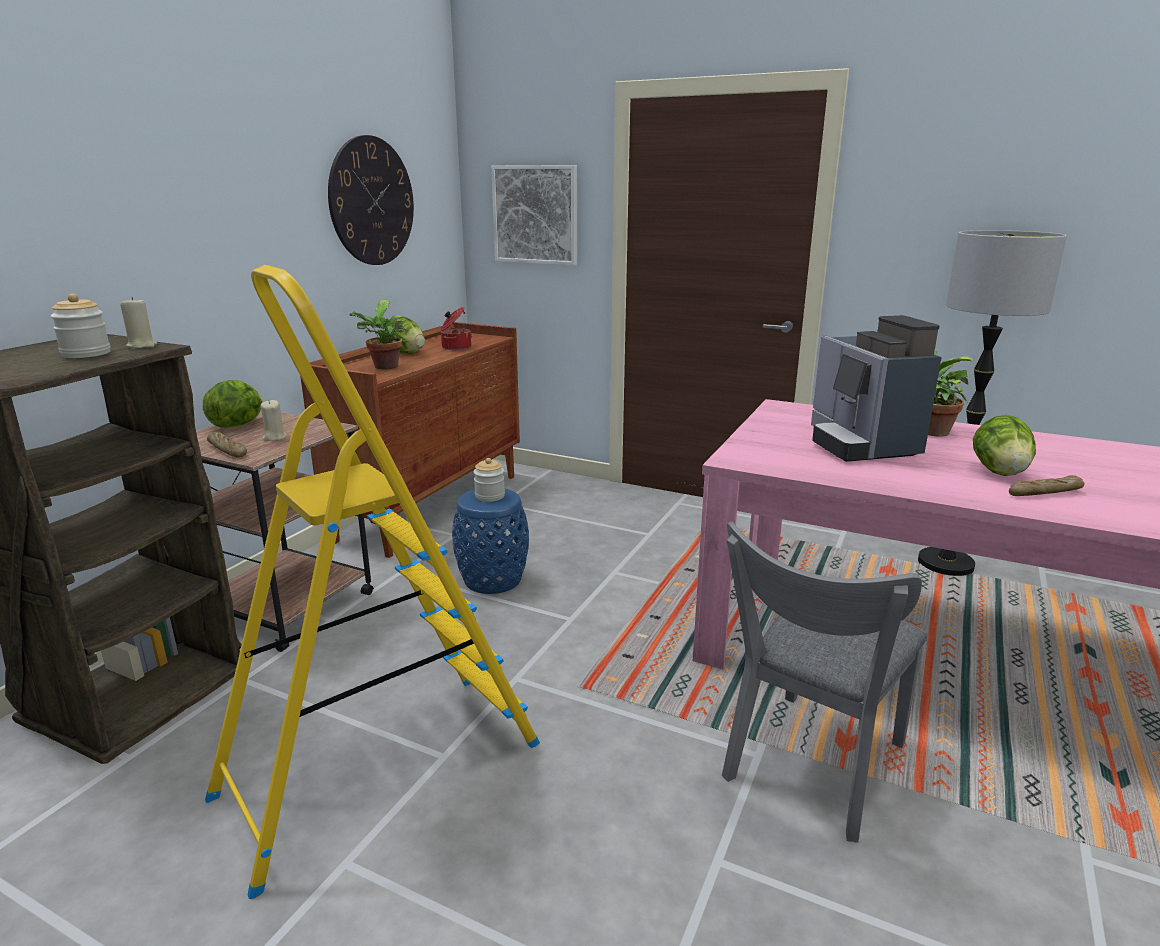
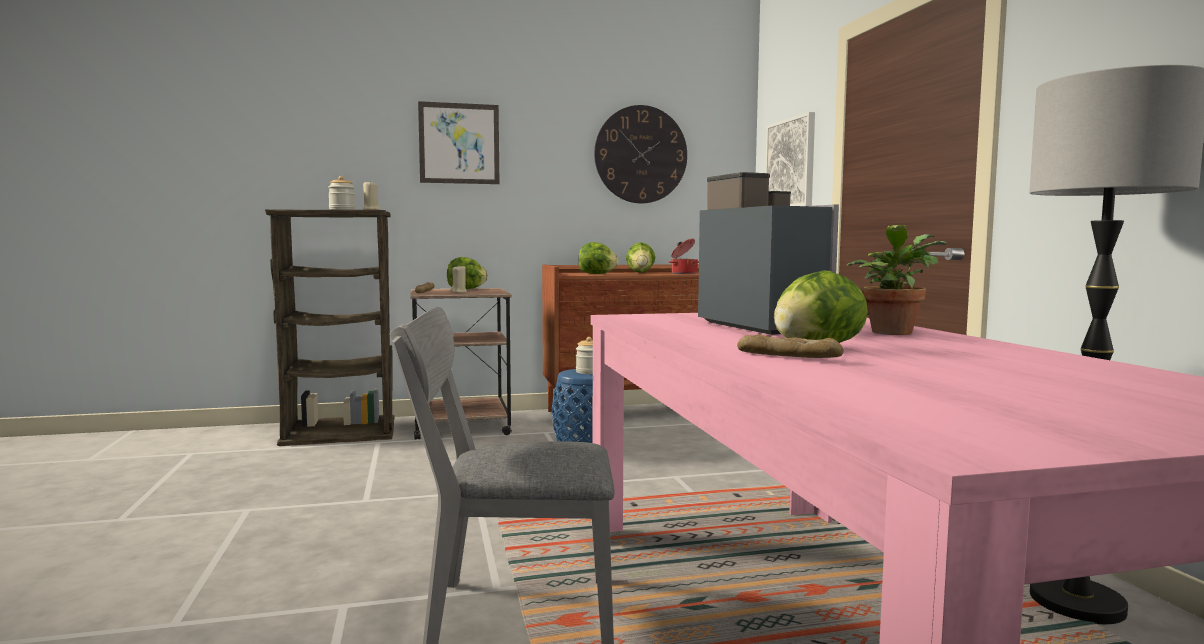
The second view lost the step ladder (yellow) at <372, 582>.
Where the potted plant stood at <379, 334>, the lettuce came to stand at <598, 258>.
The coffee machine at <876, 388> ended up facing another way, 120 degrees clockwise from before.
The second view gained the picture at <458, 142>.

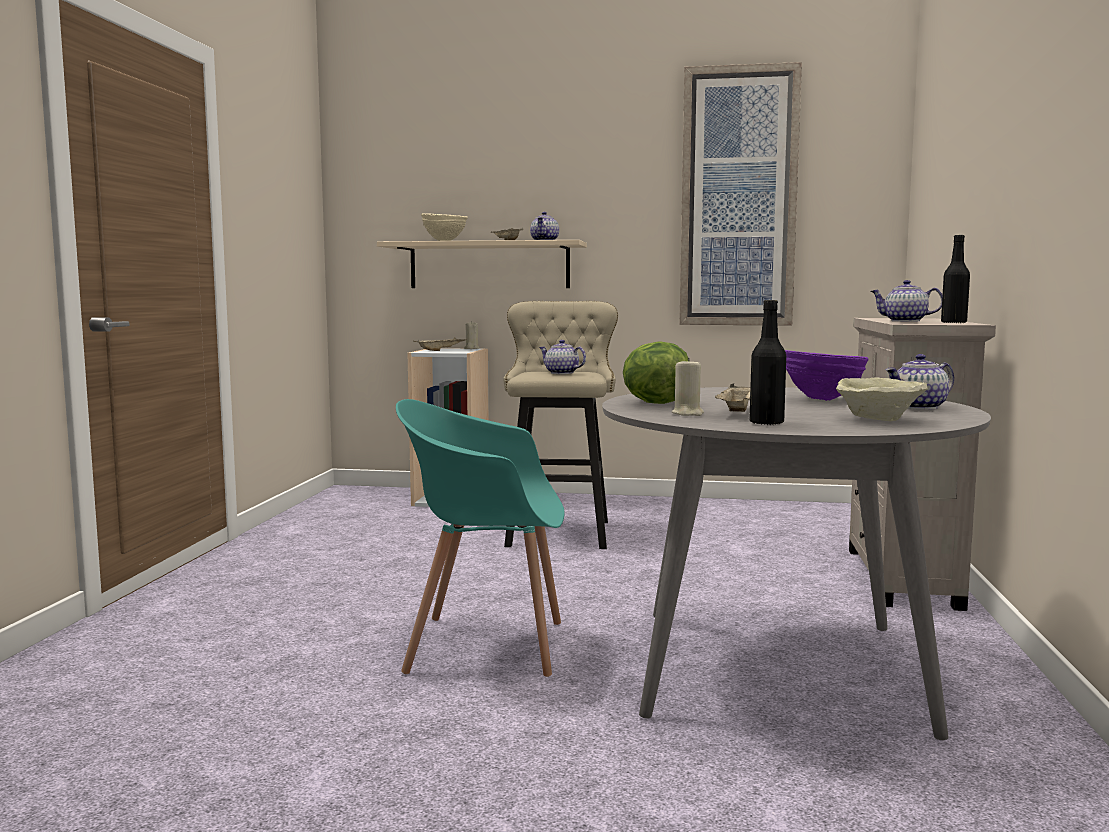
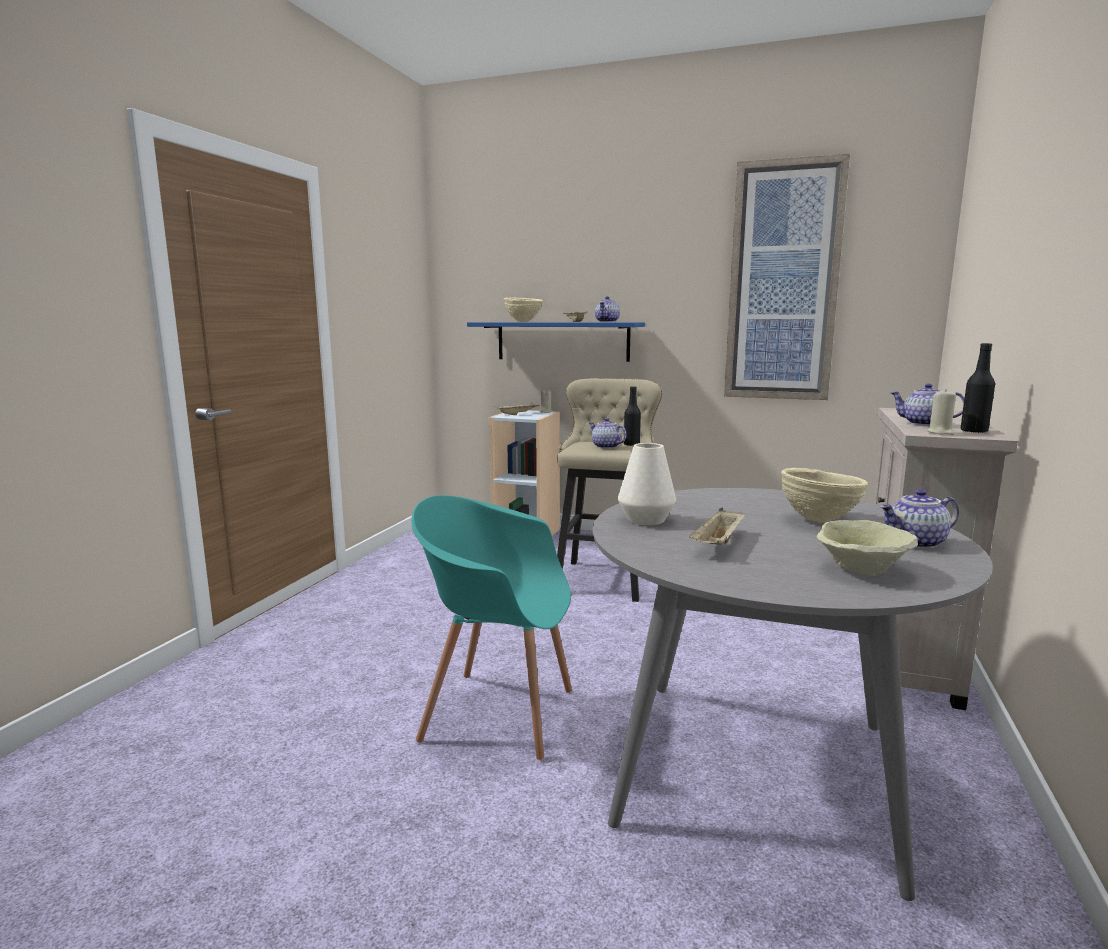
What was the shelf (beige) at <482, 264> turned into the shelf (blue) at <556, 342>.
Where the lettuce stood at <656, 372>, the vase (white) came to stand at <647, 484>.
The candle (beige) ended up elsewhere, having gone from <688, 387> to <941, 412>.
The bottle (black) ended up elsewhere, having gone from <767, 363> to <632, 416>.
What was the bowl (purple) at <827, 375> turned into the bowl (beige) at <824, 495>.

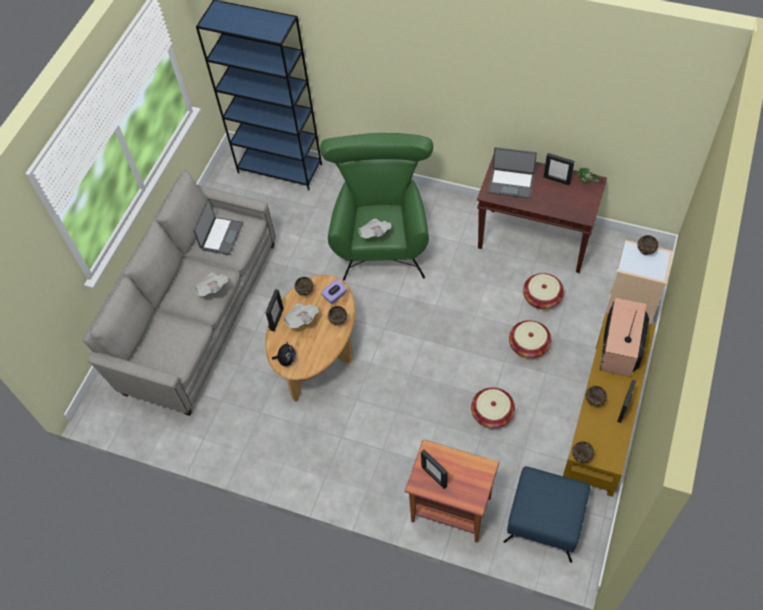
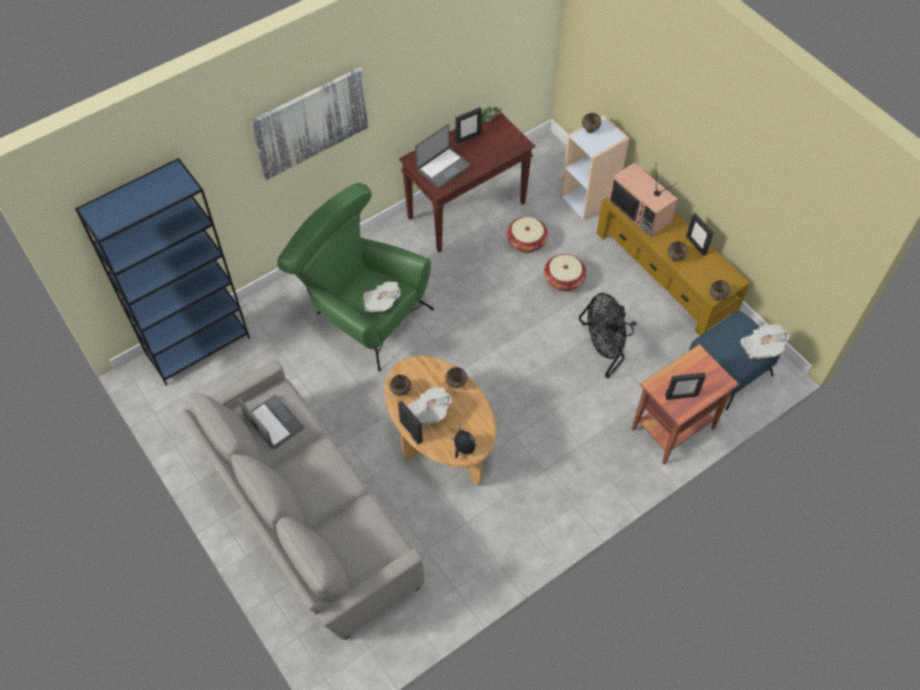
The newspaper ended up elsewhere, having gone from <211, 284> to <764, 341>.
The second view lost the tissue box (purple) at <334, 291>.
Where the basket stood at <493, 407>, the fan (black) came to stand at <607, 336>.
The second view gained the picture at <309, 123>.

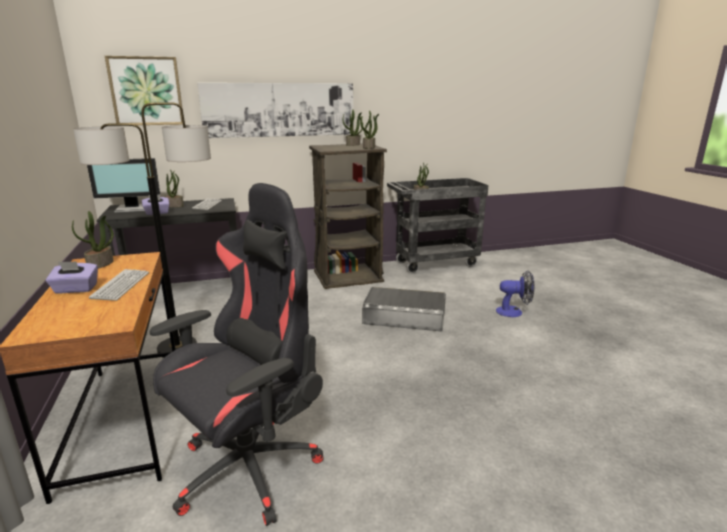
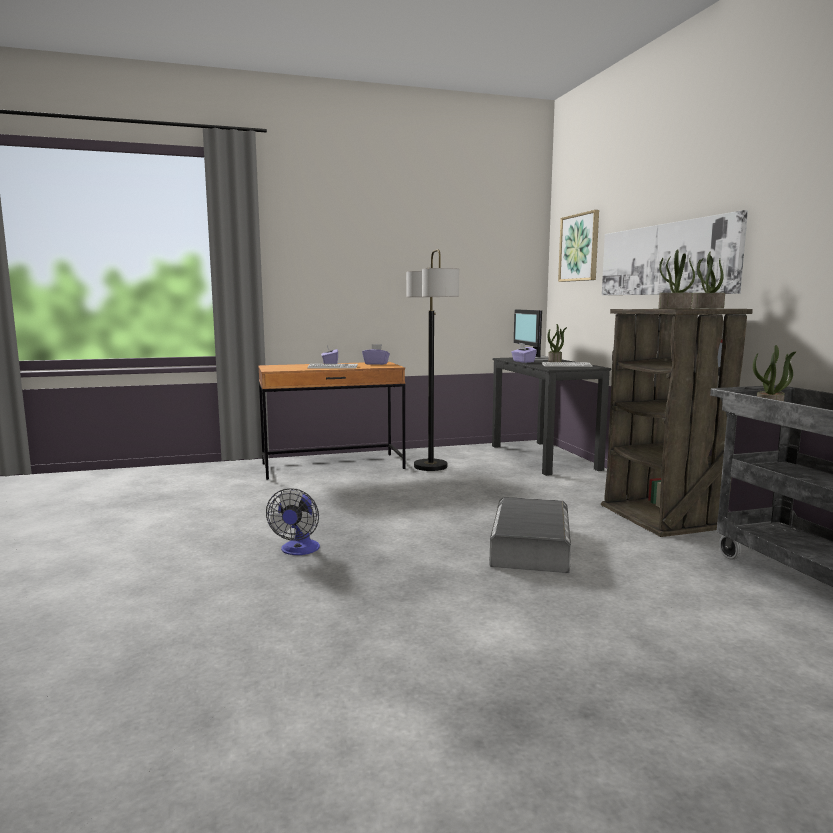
Where the potted plant stood at <93, 240>, the tissue box (purple) came to stand at <376, 354>.
The second view lost the office chair (black) at <237, 354>.
The fan ended up elsewhere, having gone from <515, 294> to <293, 521>.

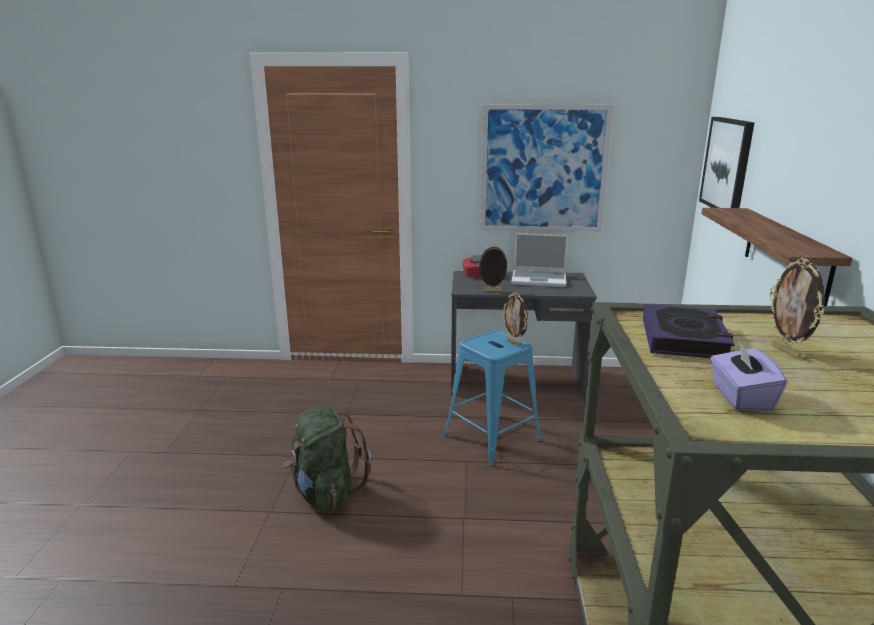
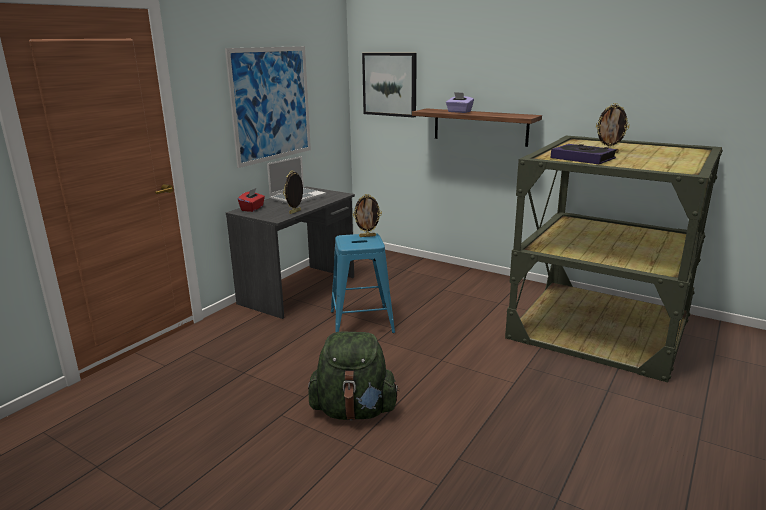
The tissue box (purple) ended up elsewhere, having gone from <749, 376> to <460, 102>.

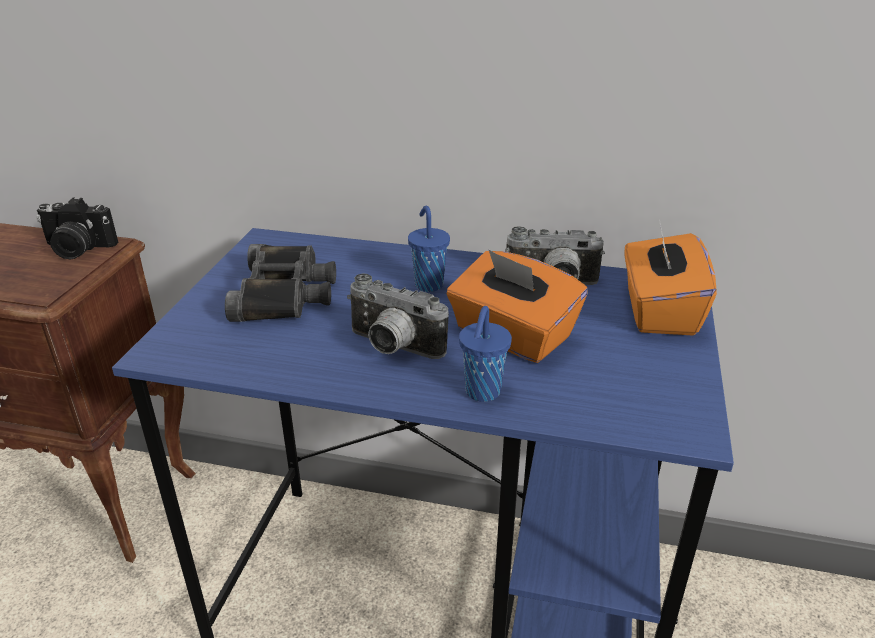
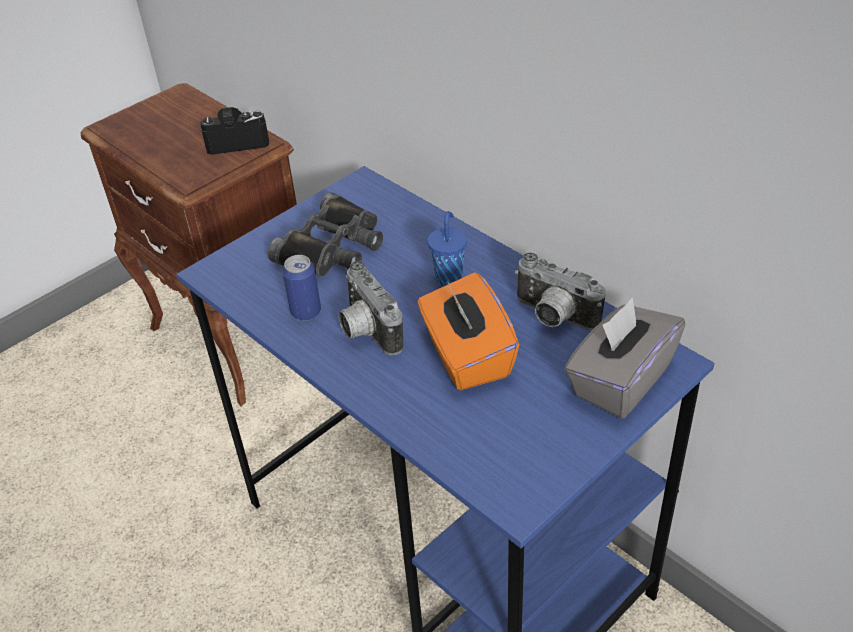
The photo camera at <77, 229> ended up facing another way, 135 degrees clockwise from before.
The second view lost the cup (blue) at <485, 354>.
What was the tissue box (orange) at <670, 277> turned into the tissue box (grey) at <625, 358>.
The second view gained the can at <301, 288>.

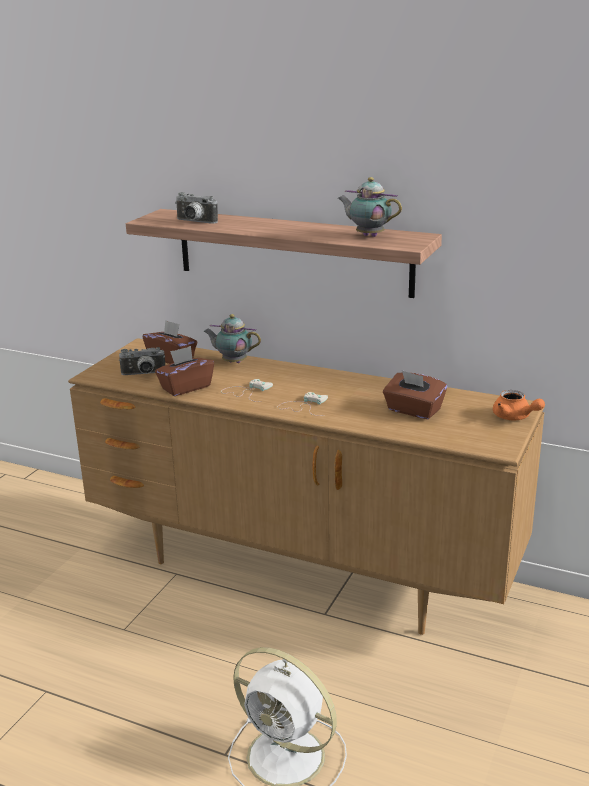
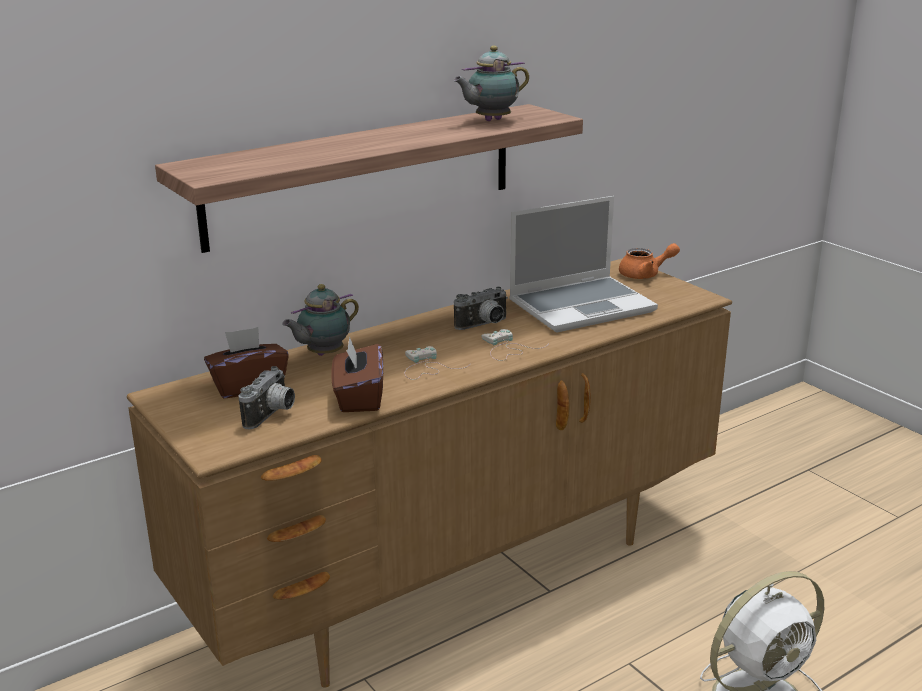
The photo camera ended up elsewhere, having gone from <196, 208> to <481, 308>.
Where the tissue box (brown) stood at <415, 394>, the laptop came to stand at <583, 264>.

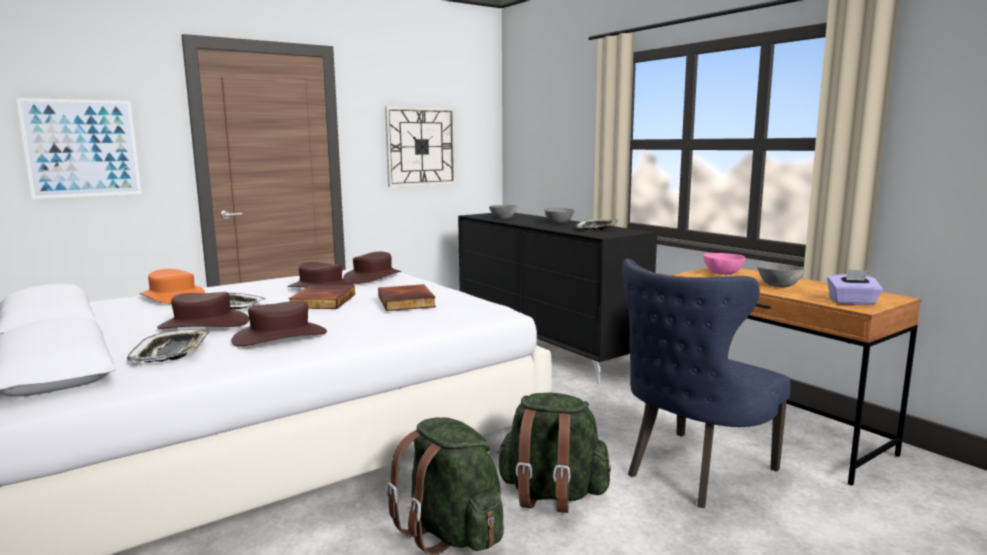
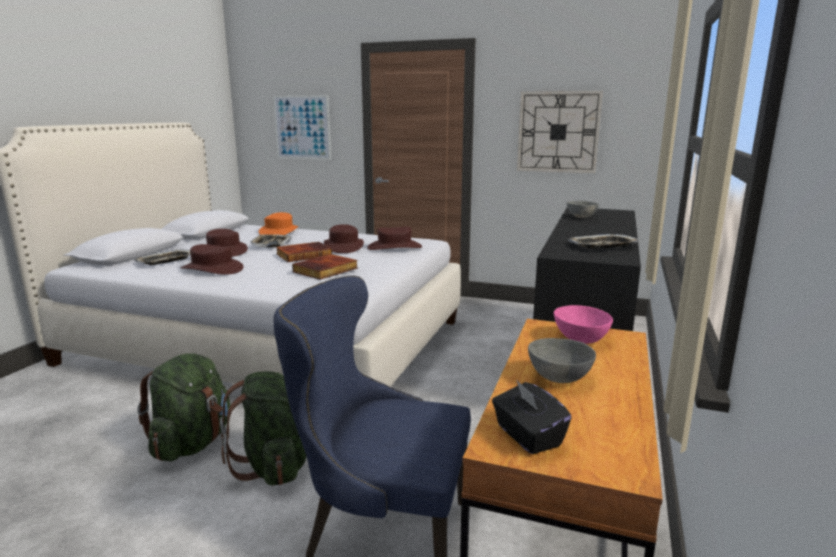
The second view lost the bowl (grey) at <559, 216>.
What was the tissue box (purple) at <855, 287> turned into the tissue box (black) at <532, 416>.

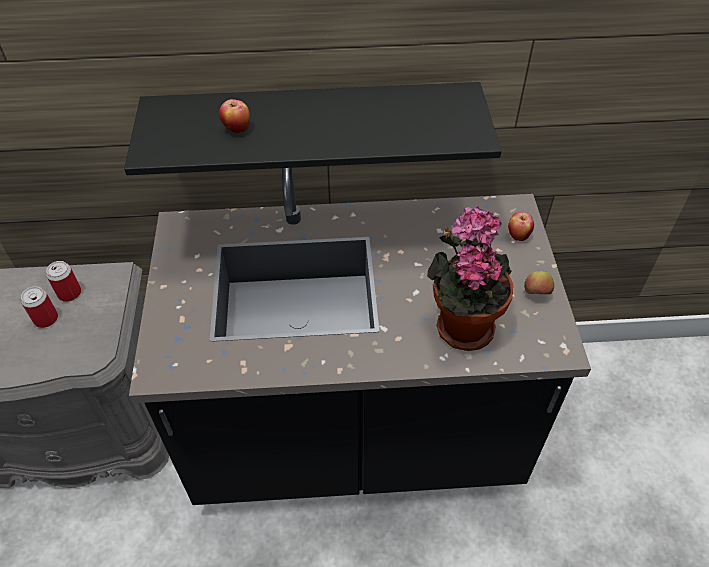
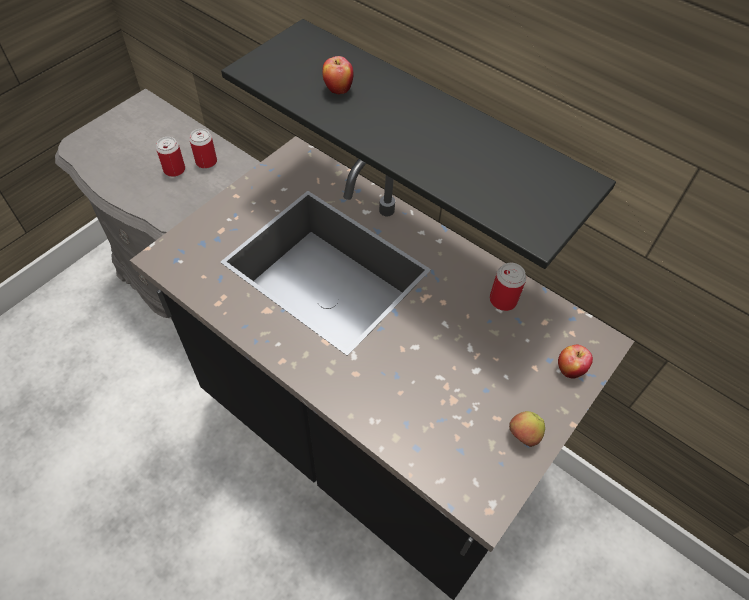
The second view lost the potted plant at <470, 278>.
The second view gained the can at <508, 287>.

